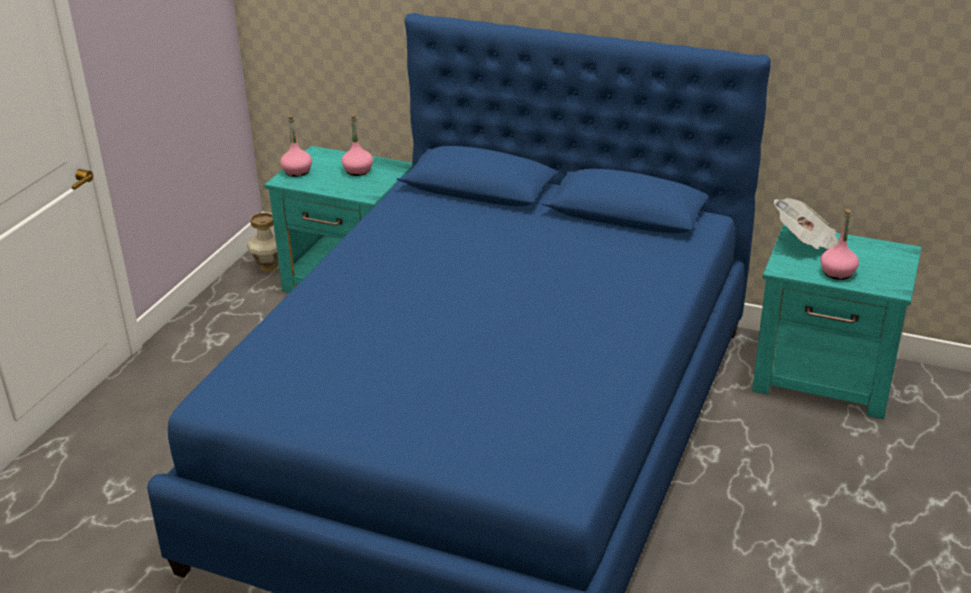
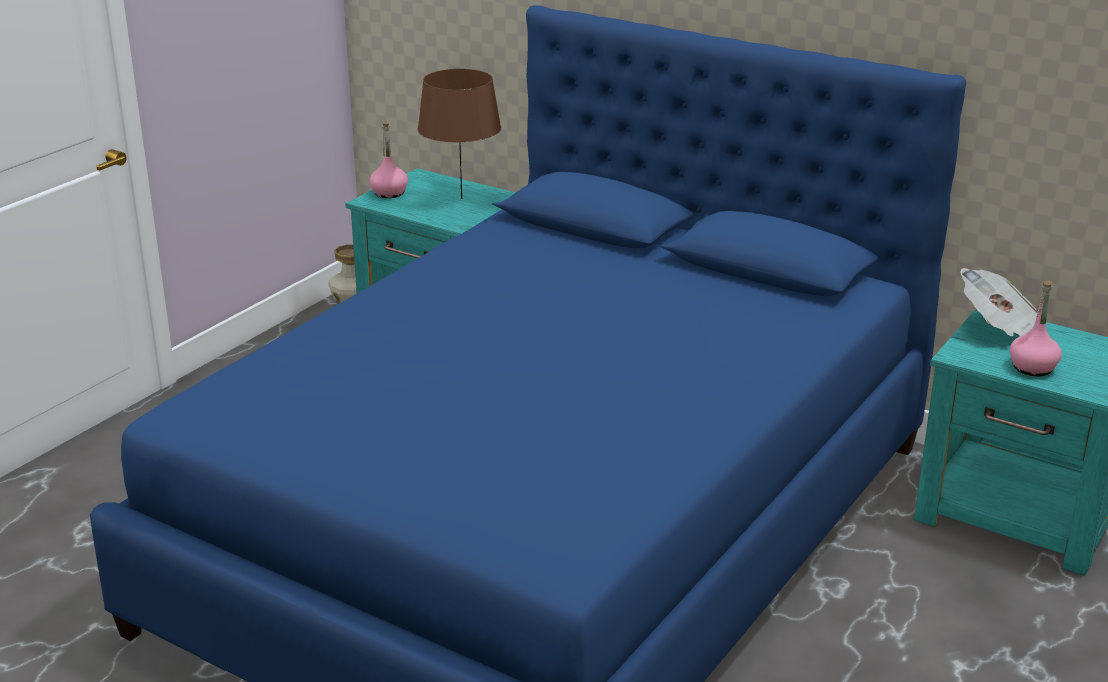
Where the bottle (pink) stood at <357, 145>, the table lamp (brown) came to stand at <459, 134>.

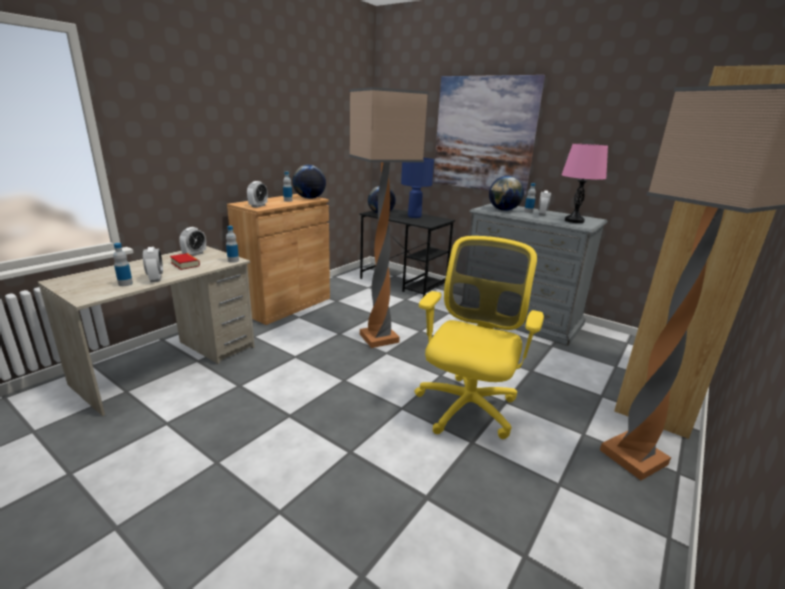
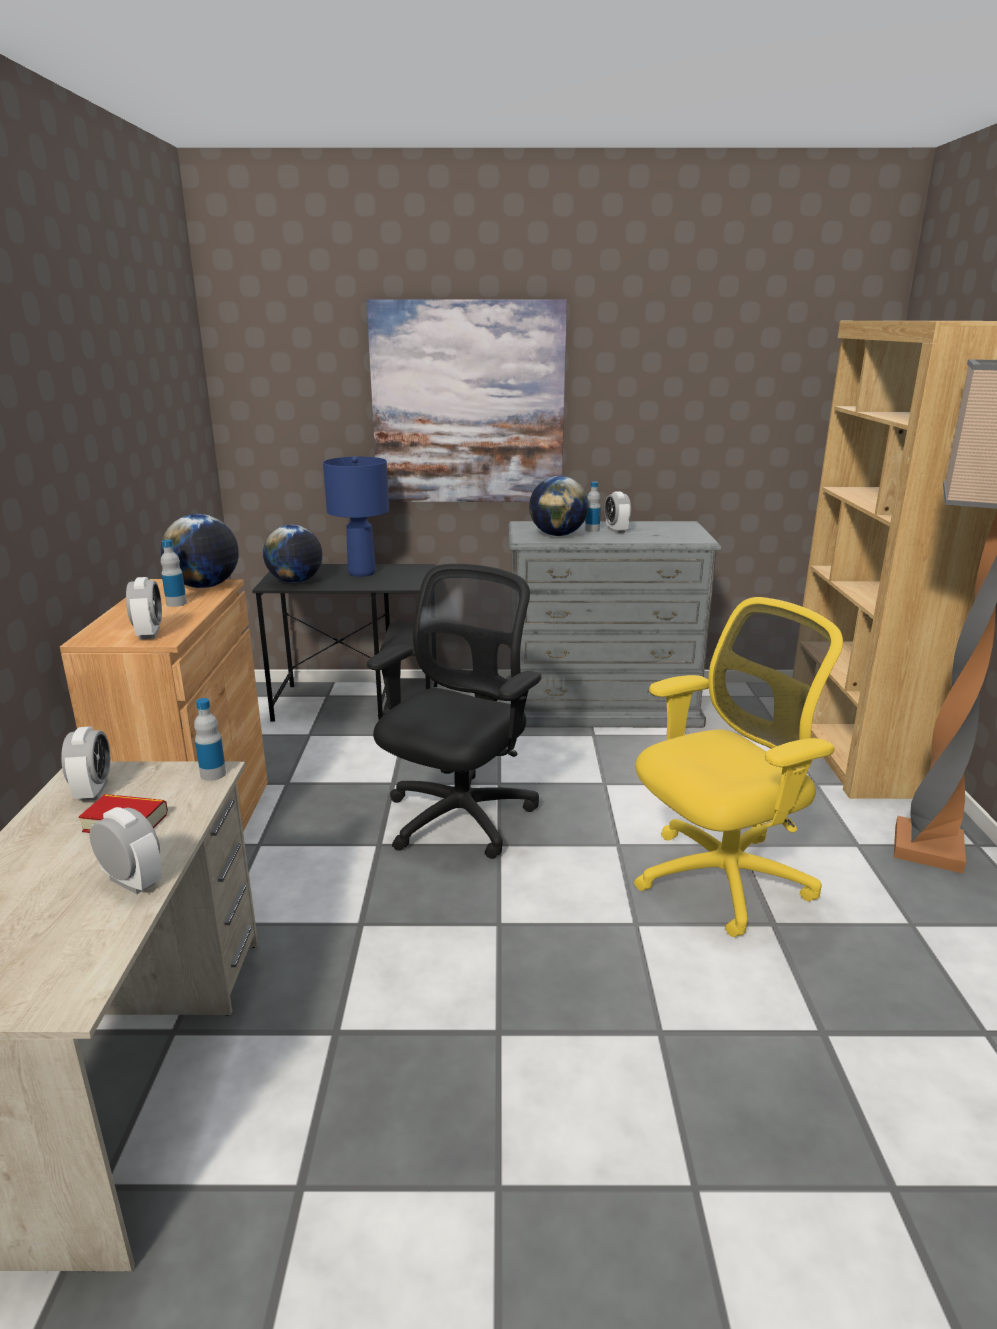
The second view lost the bottle at <123, 264>.
Where the floor lamp stood at <389, 217>, the office chair (black) came to stand at <454, 711>.
The office chair (yellow) at <479, 337> ended up facing another way, 75 degrees clockwise from before.
The second view lost the table lamp (pink) at <585, 183>.

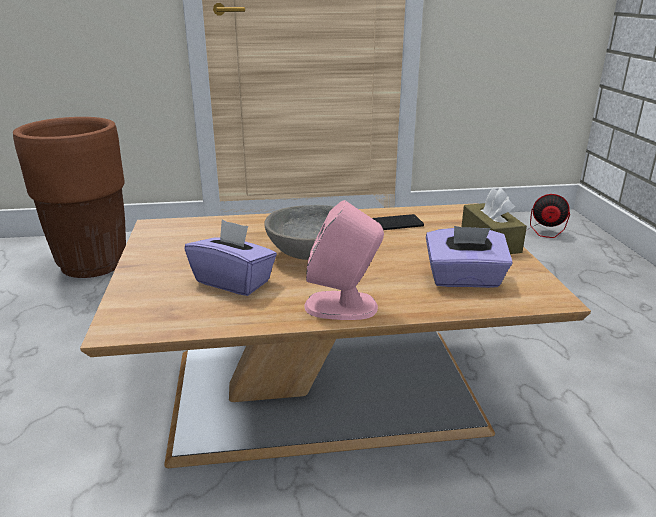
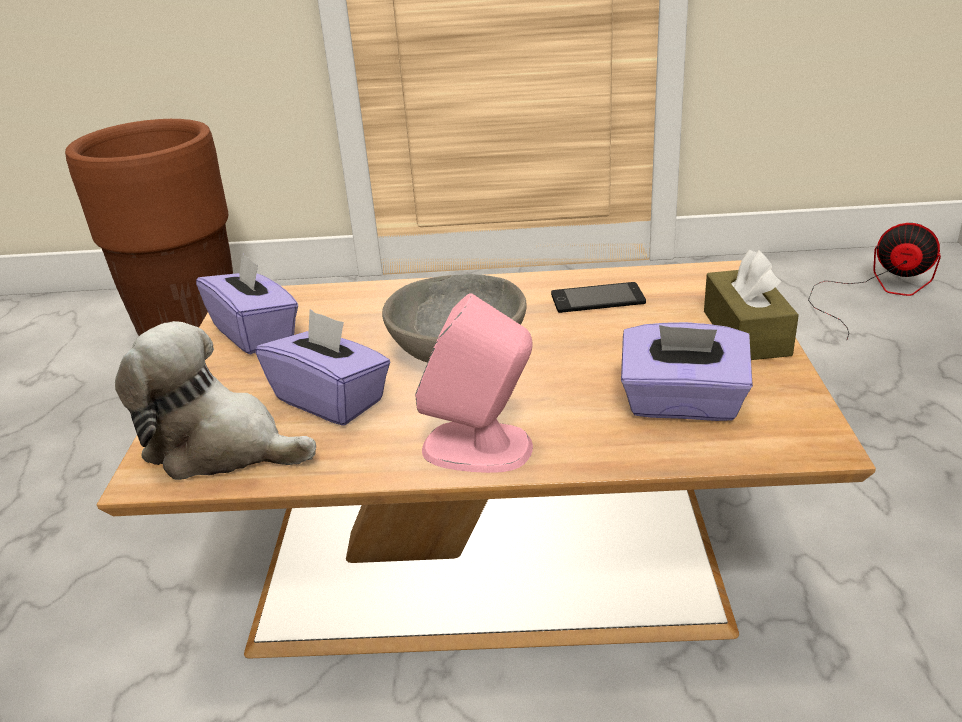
The second view gained the plush toy at <215, 400>.
The second view gained the tissue box (purple) at <247, 303>.

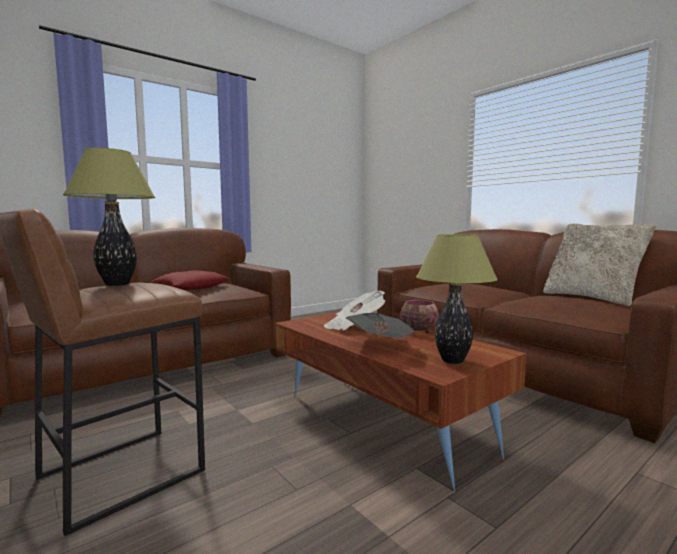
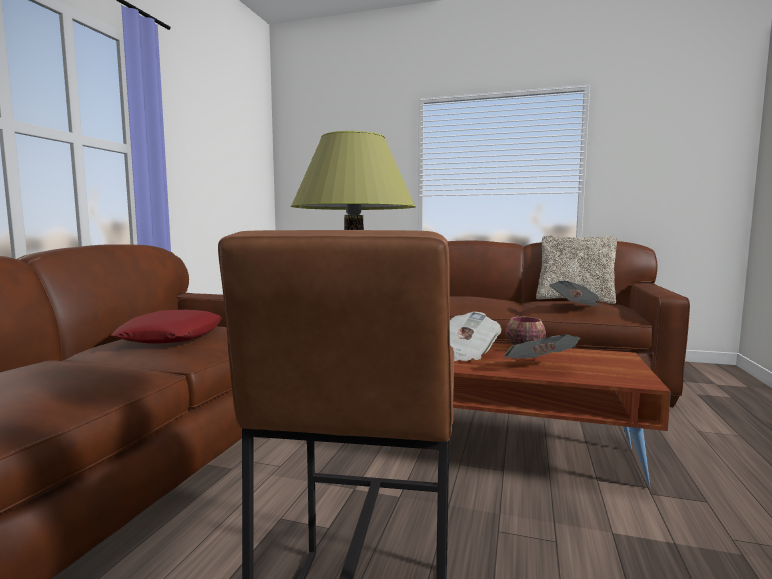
The second view lost the table lamp at <457, 299>.
The second view gained the newspaper at <575, 293>.

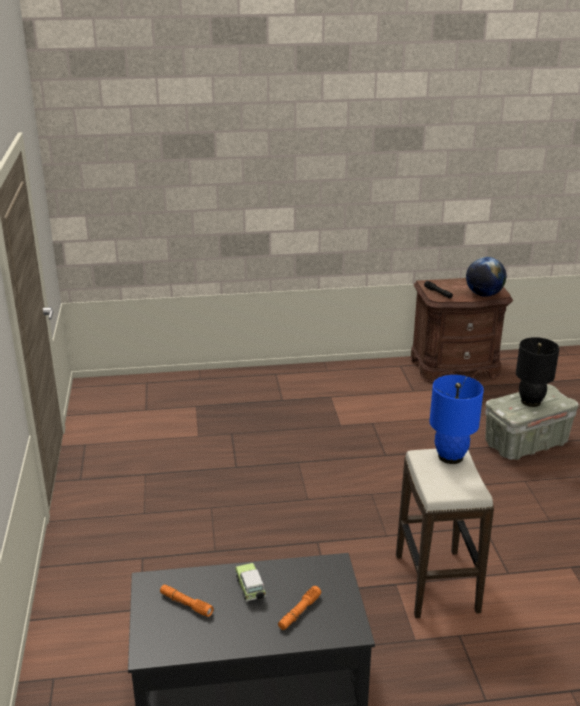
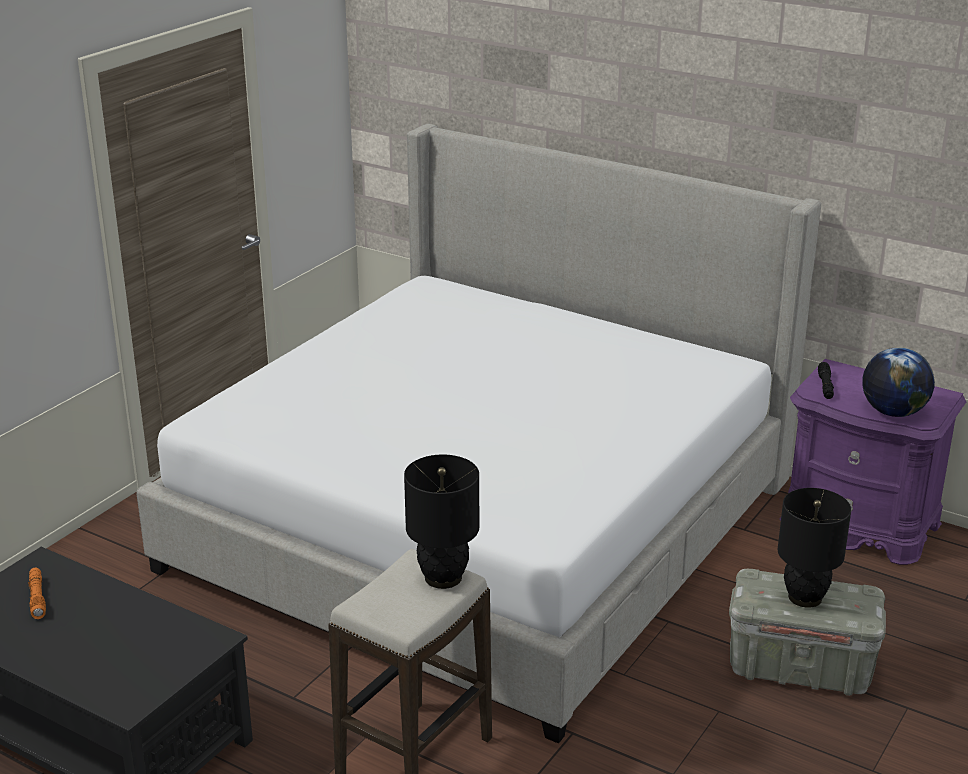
The second view lost the toy car at <250, 582>.
The second view lost the flashlight (orange) at <299, 608>.
What was the nightstand (brown) at <461, 330> turned into the nightstand (purple) at <873, 462>.
What was the table lamp (blue) at <457, 419> turned into the table lamp (black) at <441, 522>.
The second view gained the bed at <478, 433>.

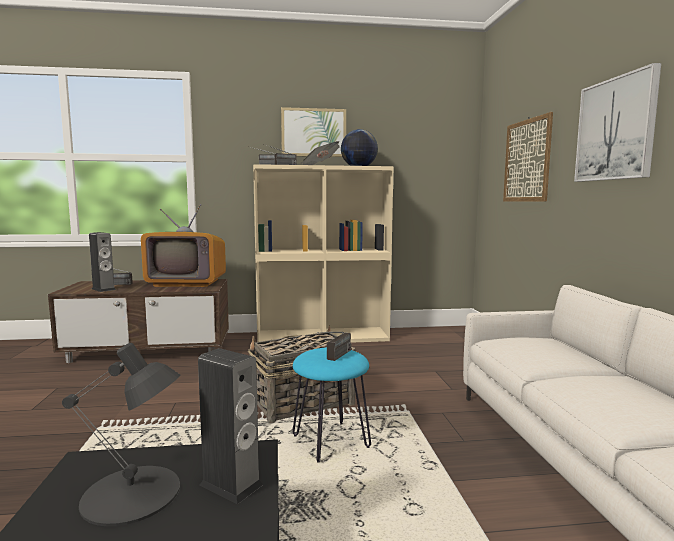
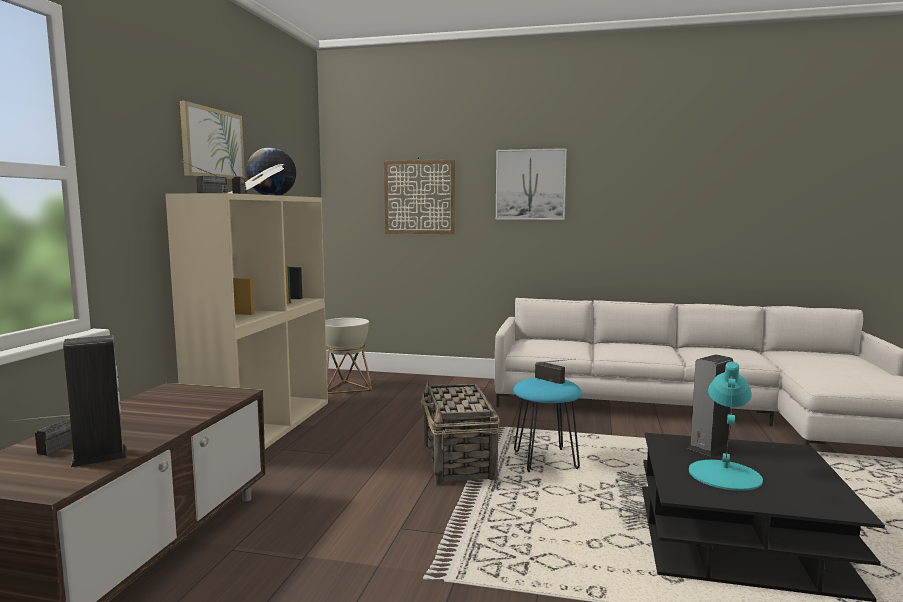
What was the table lamp (black) at <121, 434> turned into the table lamp (turquoise) at <726, 426>.
The second view lost the television at <183, 245>.
The second view gained the planter at <348, 356>.

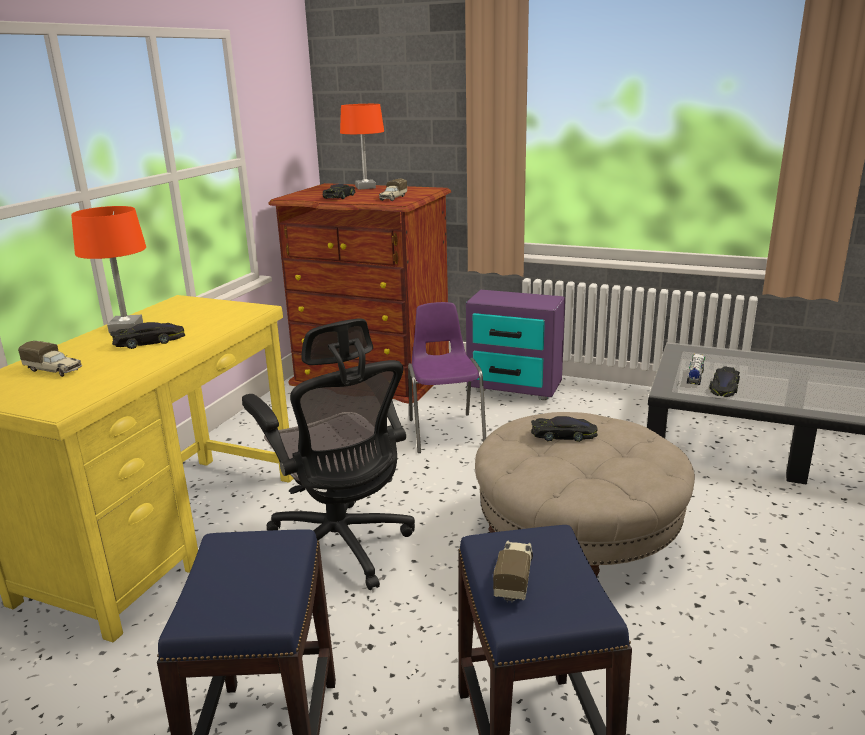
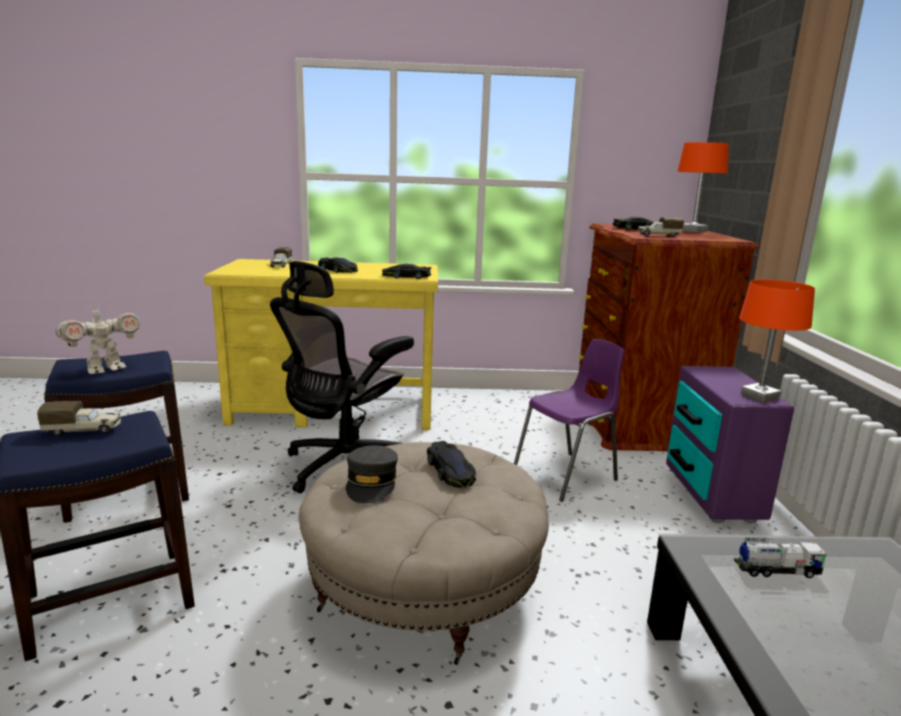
The table lamp (orange) ended up elsewhere, having gone from <108, 269> to <777, 341>.
The toy car (black) ended up elsewhere, having gone from <724, 381> to <407, 271>.
The second view gained the toy robot at <97, 339>.
The second view gained the cap (grey) at <372, 474>.

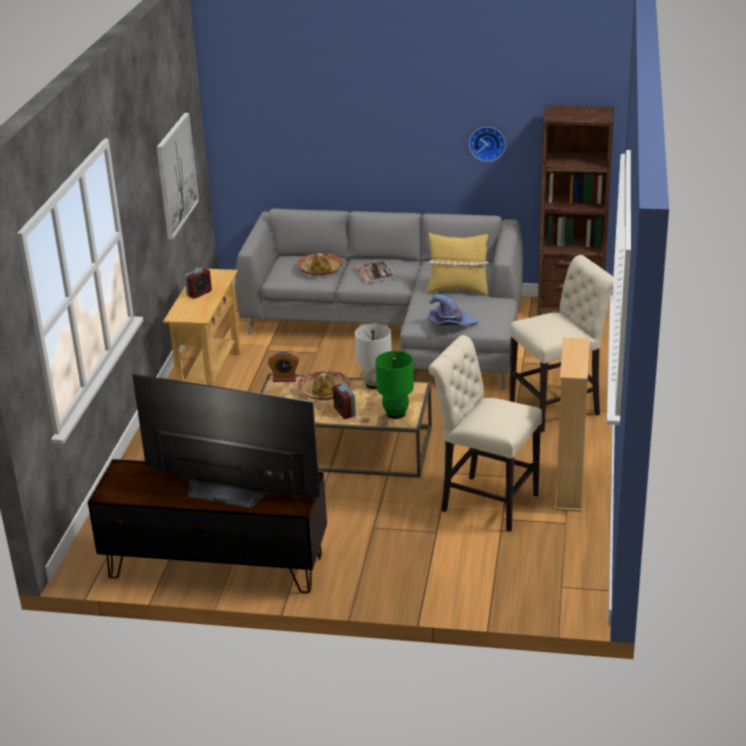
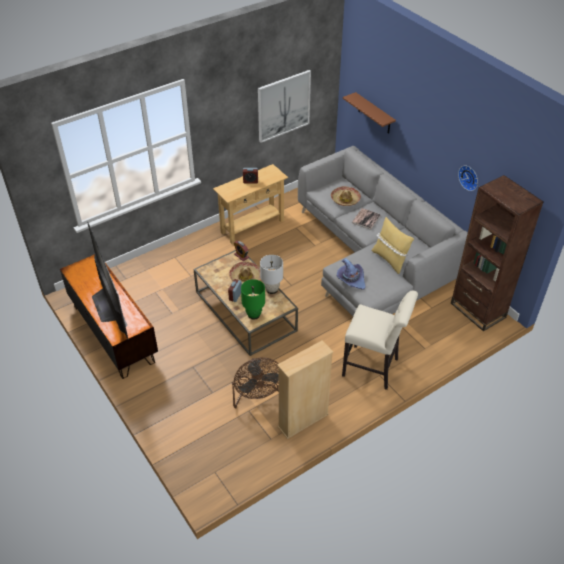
Where the stool (beige) stood at <485, 433>, the fan (brown) came to stand at <255, 382>.
The second view gained the shelf (brown) at <369, 113>.

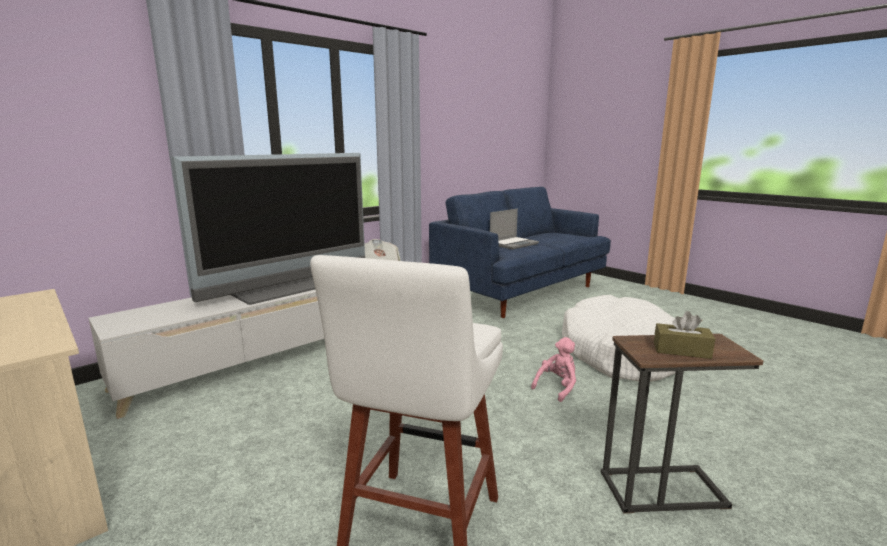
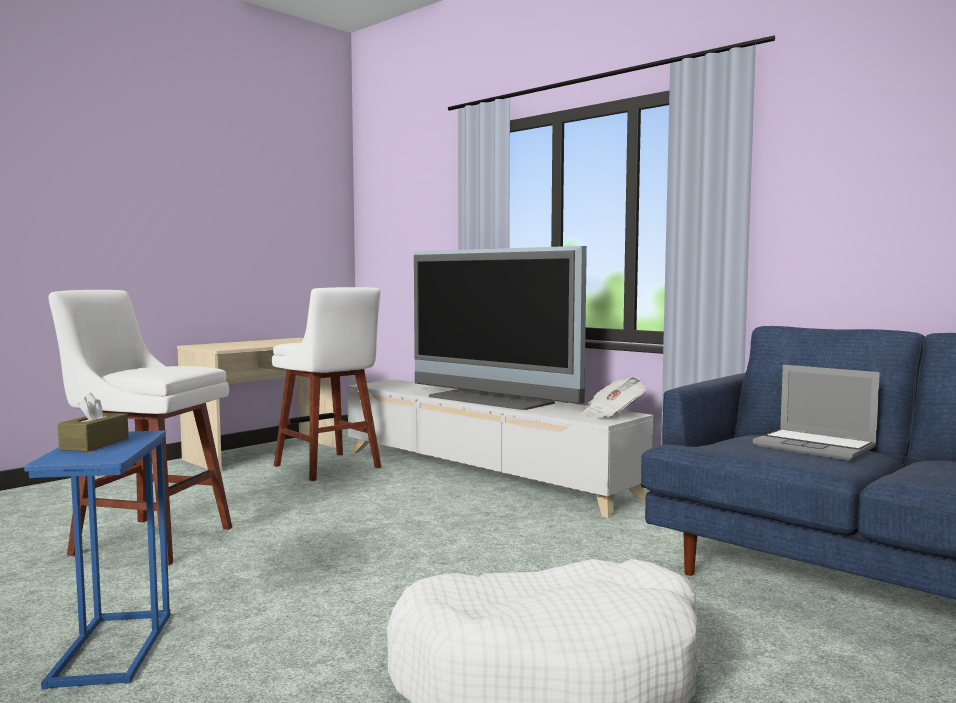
The second view lost the plush toy (pink) at <553, 369>.
What was the side table (brown) at <682, 423> turned into the side table (blue) at <97, 560>.
The second view gained the stool (white) at <327, 384>.

